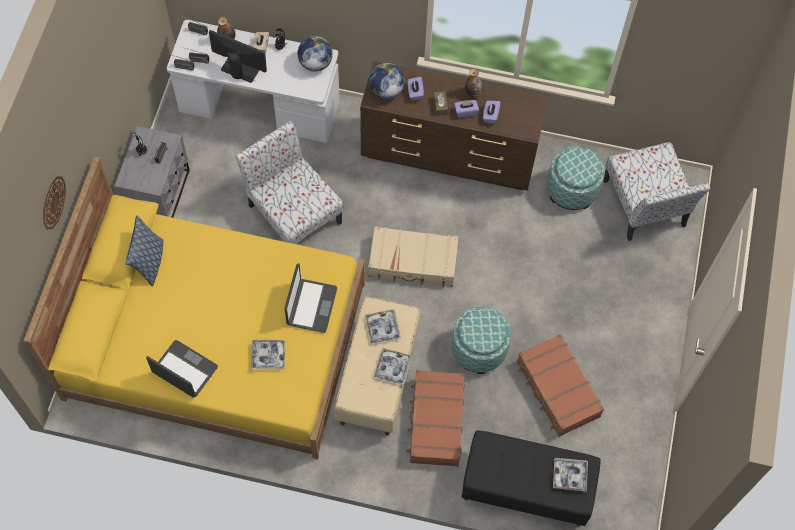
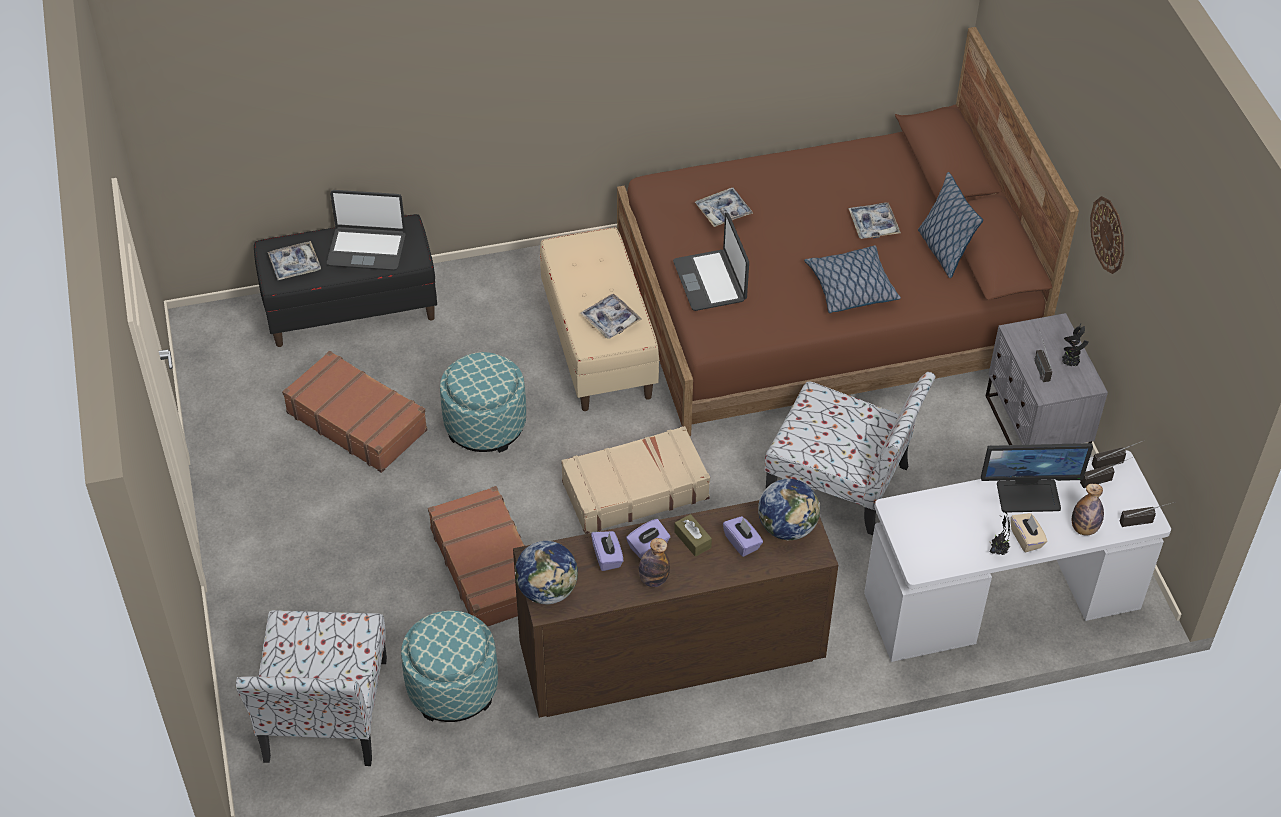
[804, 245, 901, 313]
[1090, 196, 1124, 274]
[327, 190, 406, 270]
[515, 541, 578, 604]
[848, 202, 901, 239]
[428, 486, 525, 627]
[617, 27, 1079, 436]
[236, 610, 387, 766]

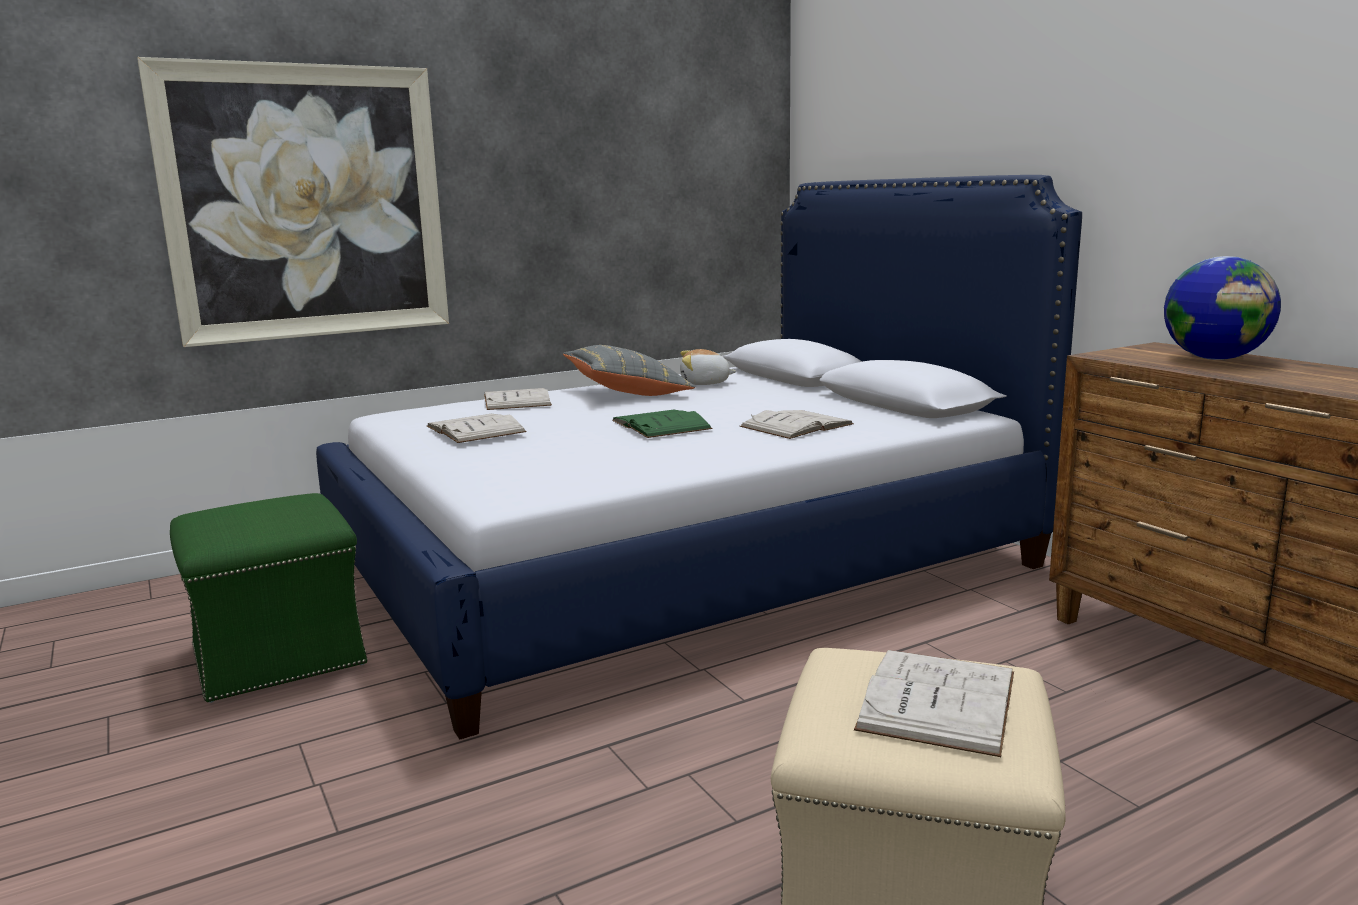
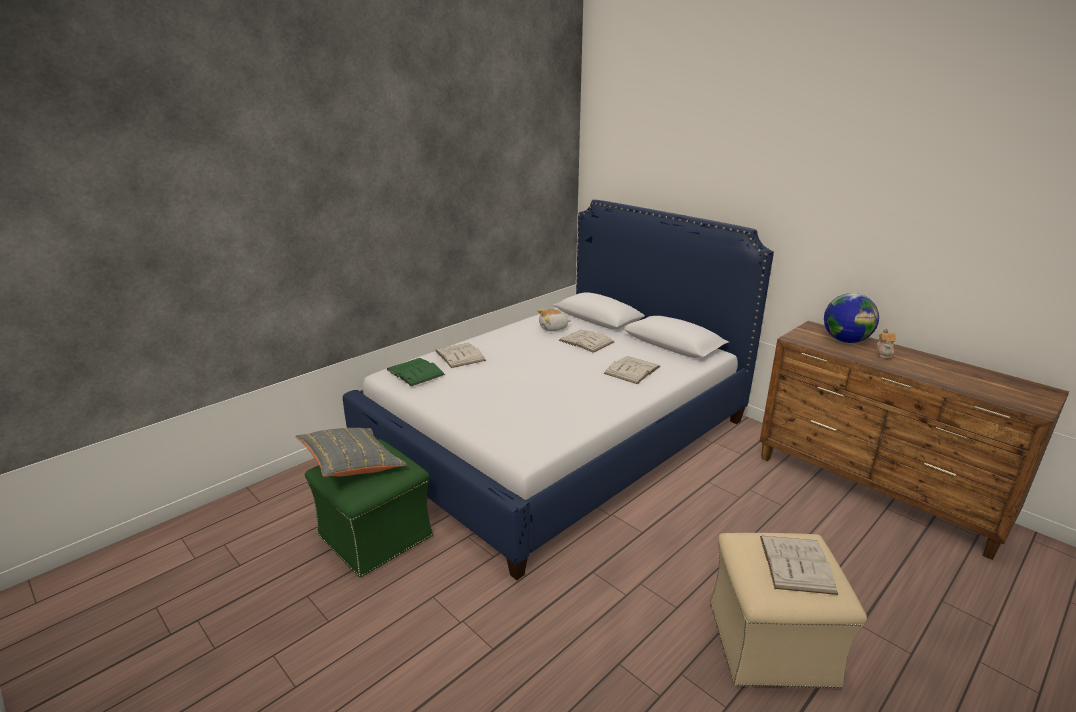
[137, 57, 449, 347] (first image)
[876, 329, 896, 359]
[559, 330, 614, 353]
[295, 428, 407, 477]
[386, 358, 445, 386]

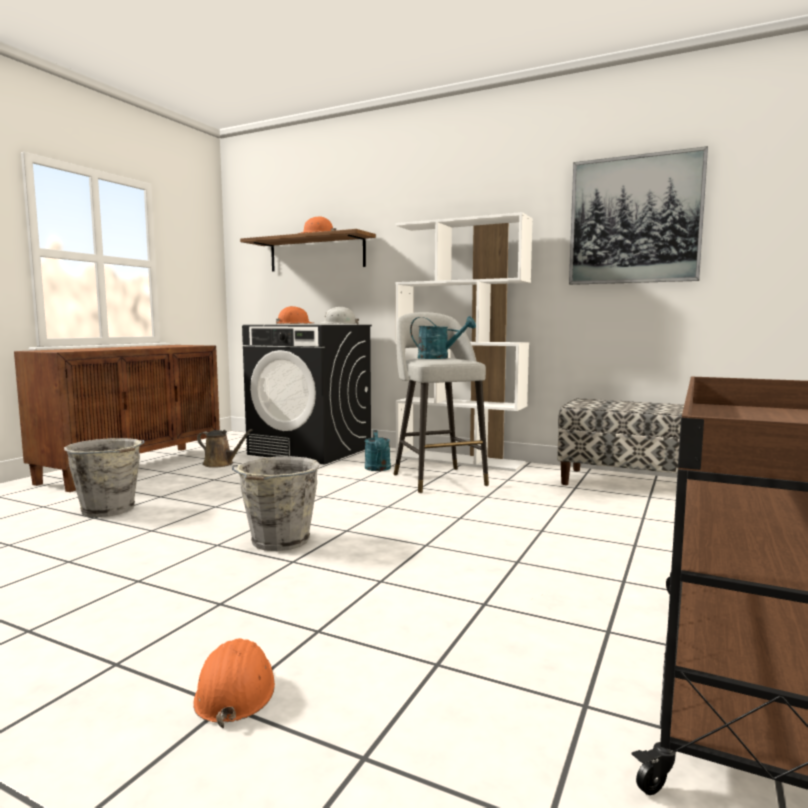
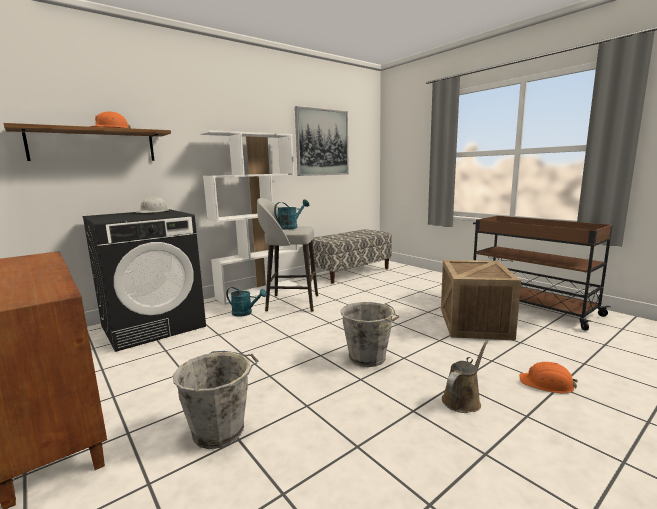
[276, 306, 313, 325] (first image)
[441, 260, 521, 340]
[442, 341, 488, 413]

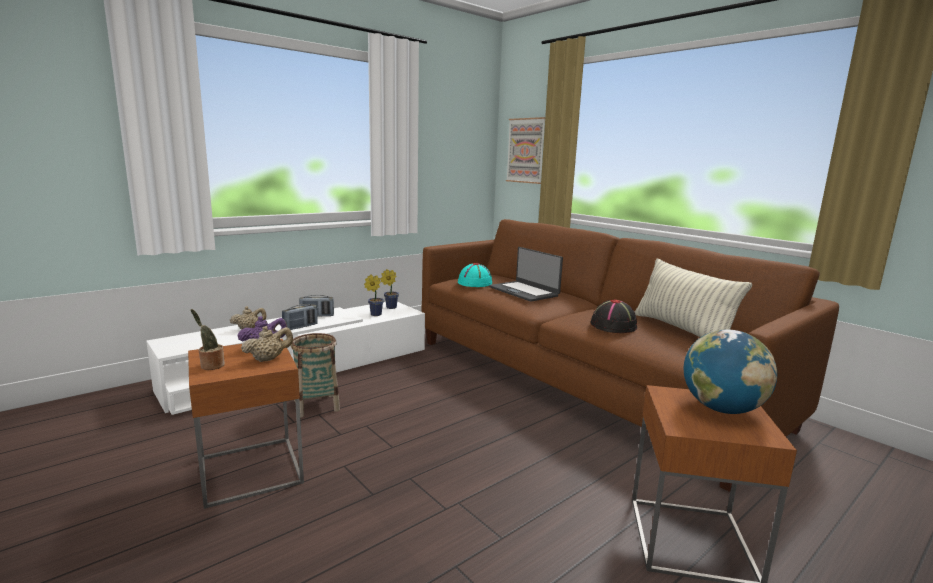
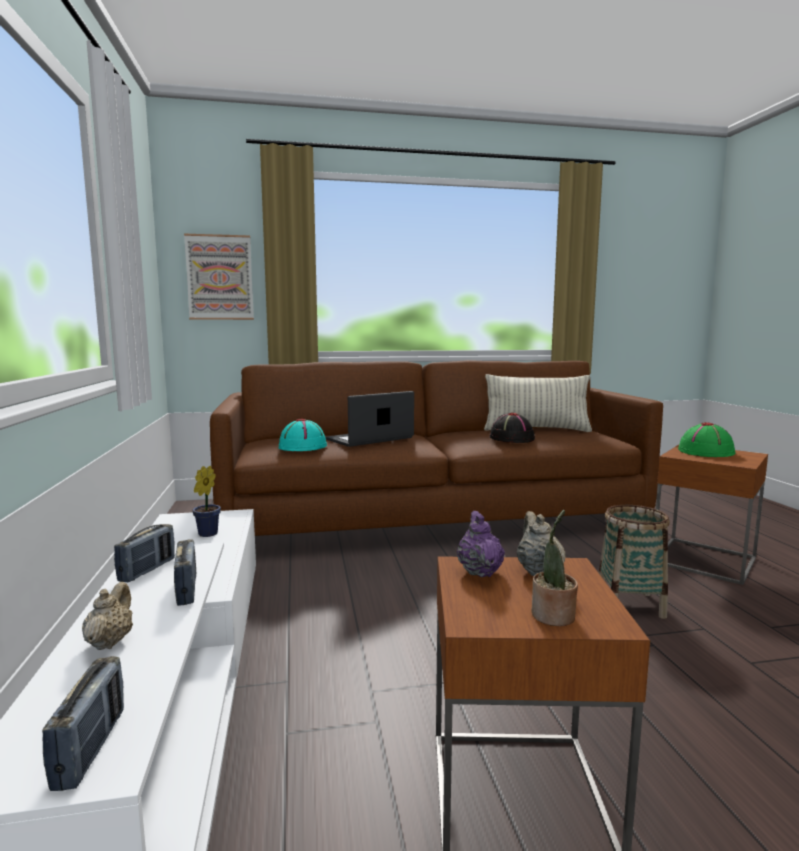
[381, 269, 399, 309] (first image)
[42, 656, 124, 791]
[599, 505, 670, 619]
[678, 422, 735, 457]
[325, 391, 414, 447]

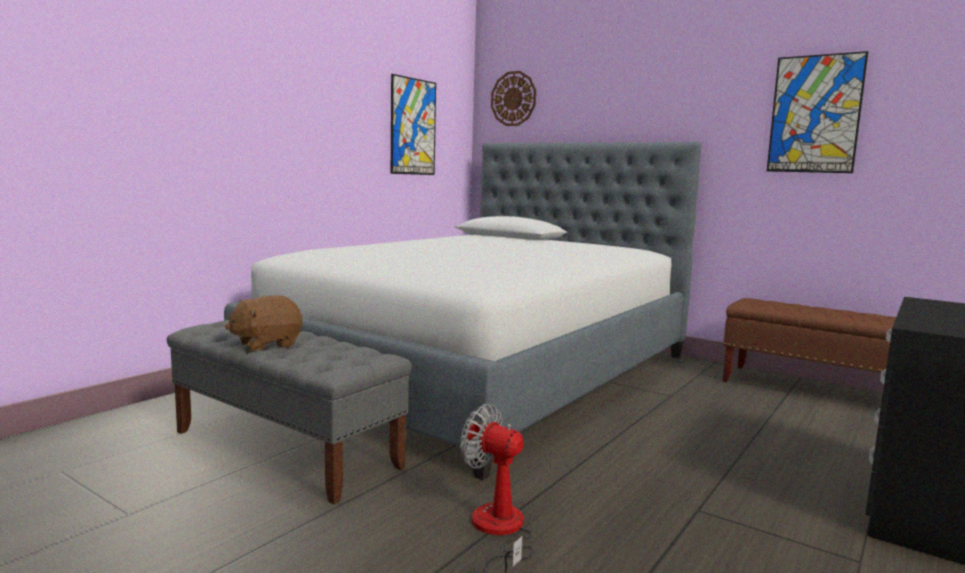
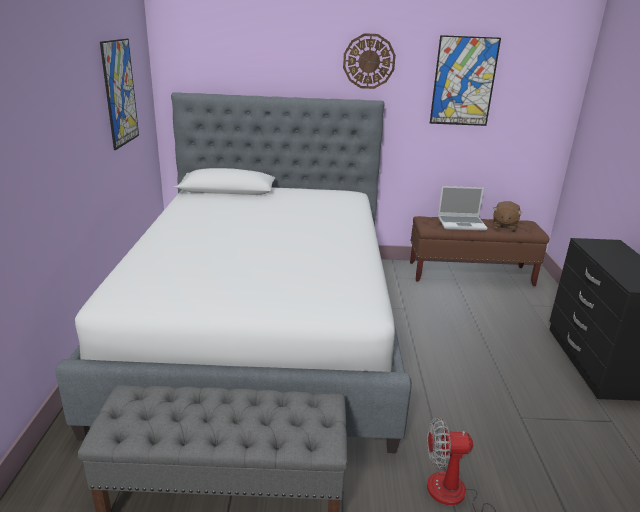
[437, 186, 487, 231]
[493, 201, 522, 231]
[343, 33, 396, 89]

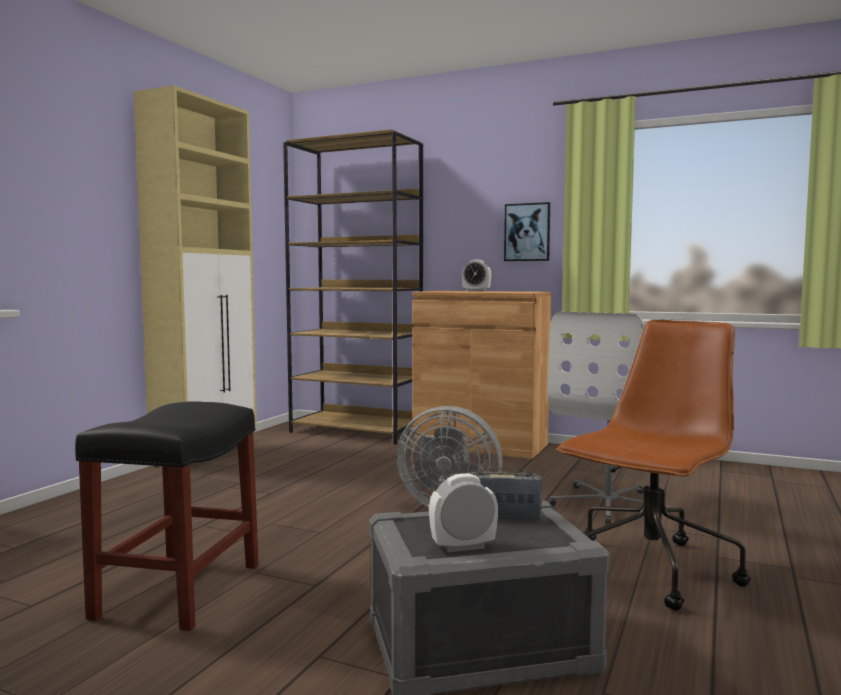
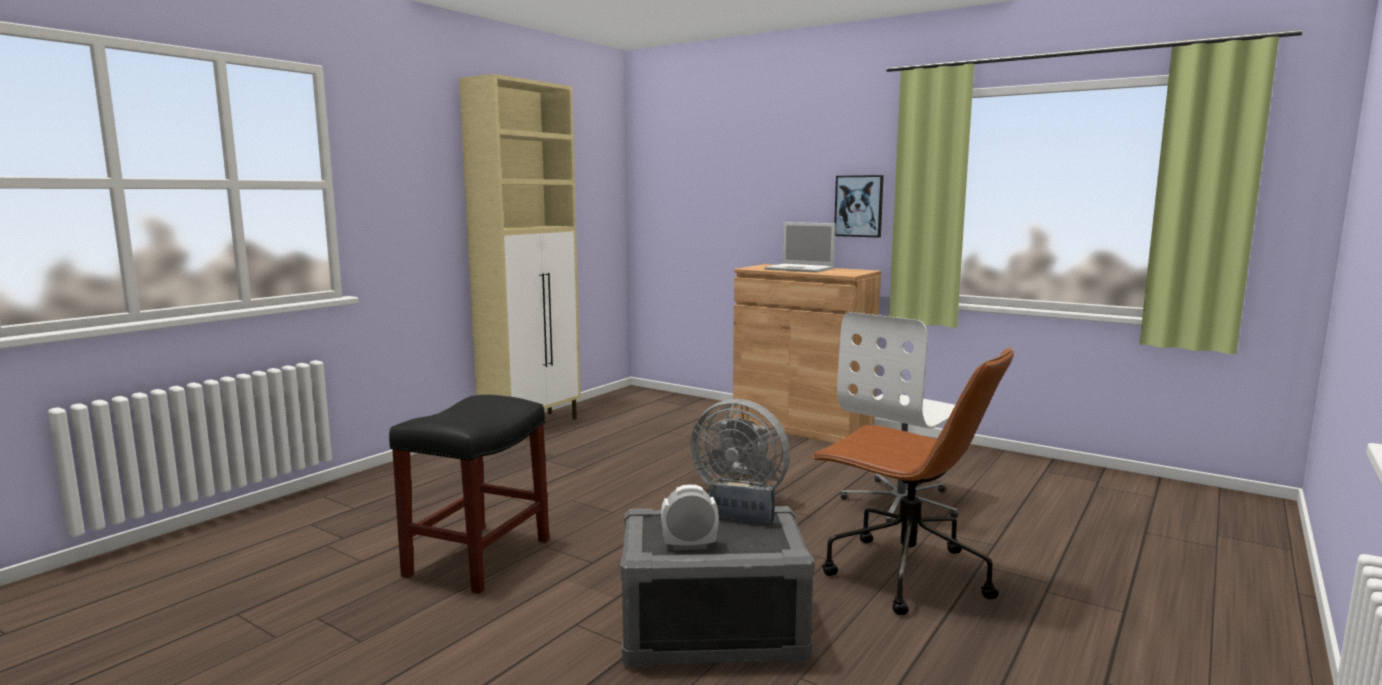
[283, 129, 423, 444] (first image)
[764, 222, 836, 273]
[811, 347, 1014, 615]

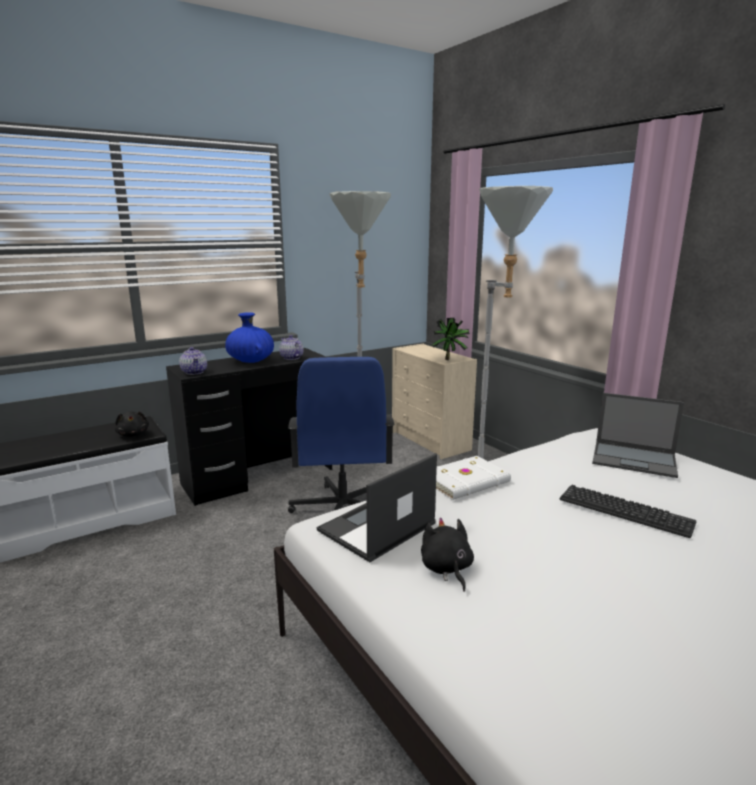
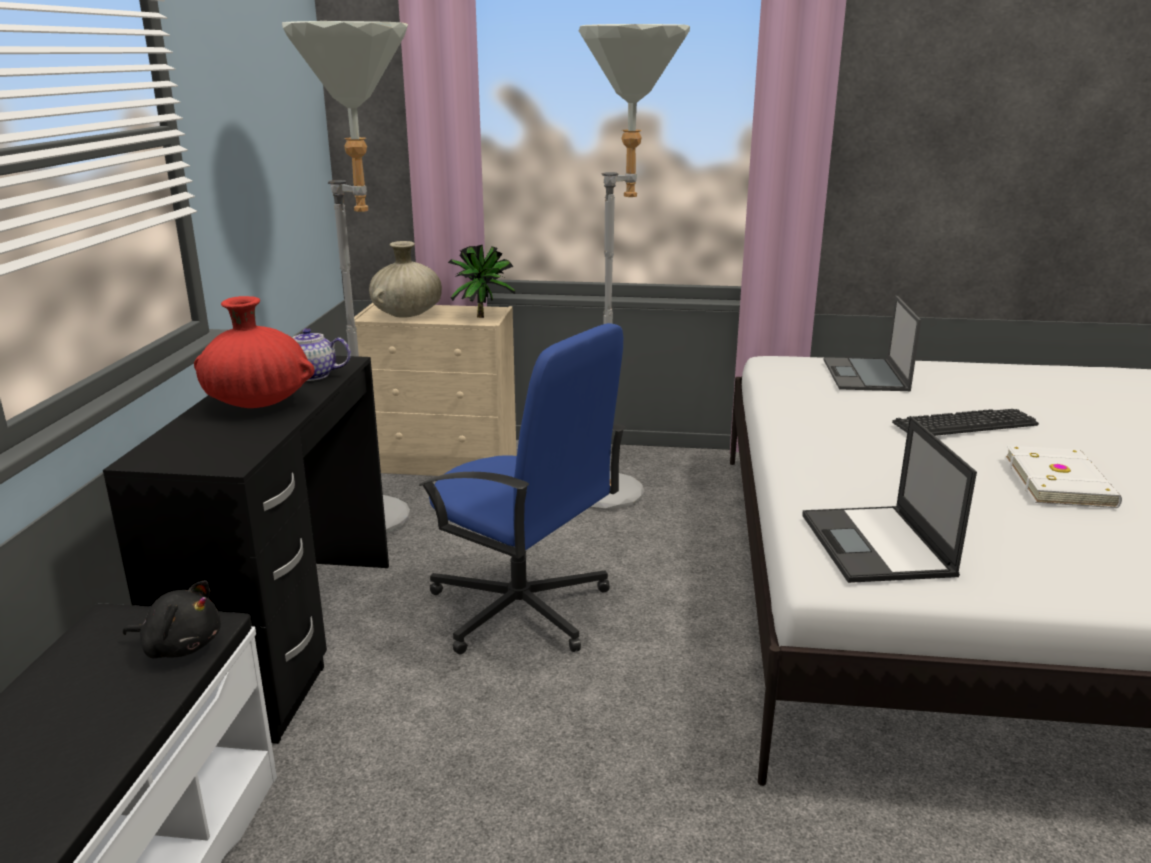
[179, 347, 207, 375] (first image)
[421, 517, 474, 591] (first image)
[369, 241, 442, 317]
[1004, 446, 1122, 508]
[194, 296, 315, 408]
[824, 296, 921, 391]

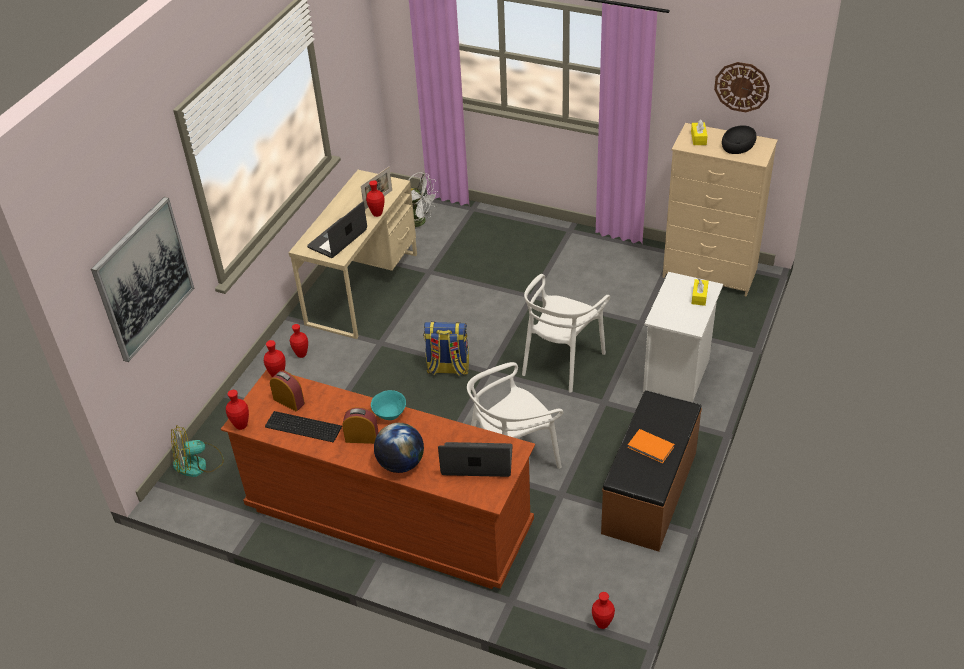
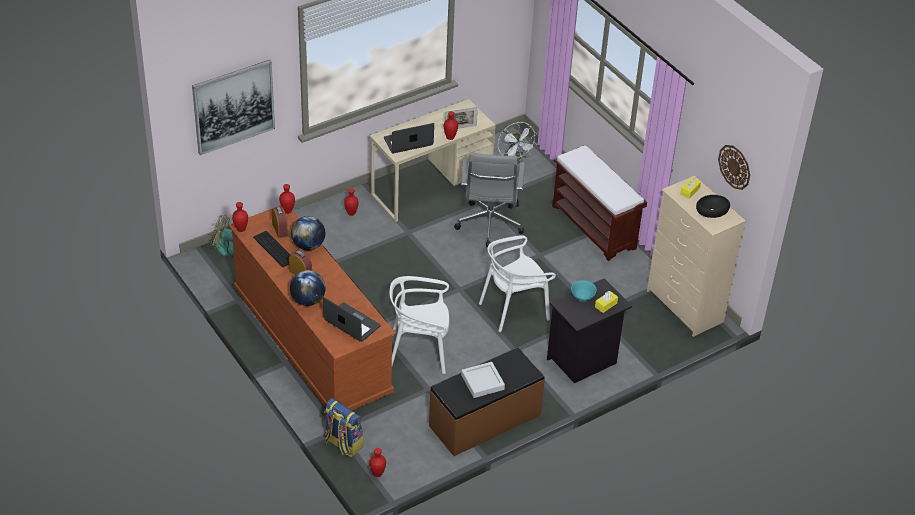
[291, 216, 325, 250]
[454, 152, 525, 248]
[552, 145, 647, 261]
[571, 280, 597, 302]
[324, 398, 363, 457]
[461, 362, 505, 398]
[547, 278, 632, 383]

